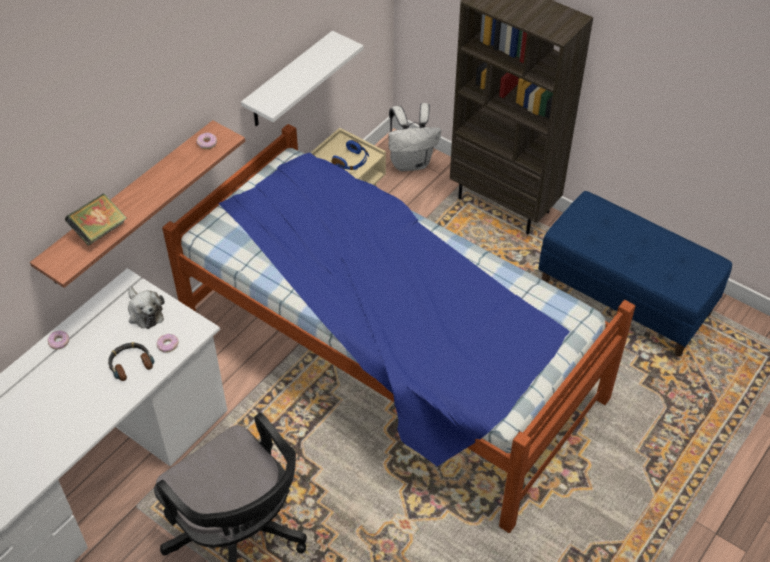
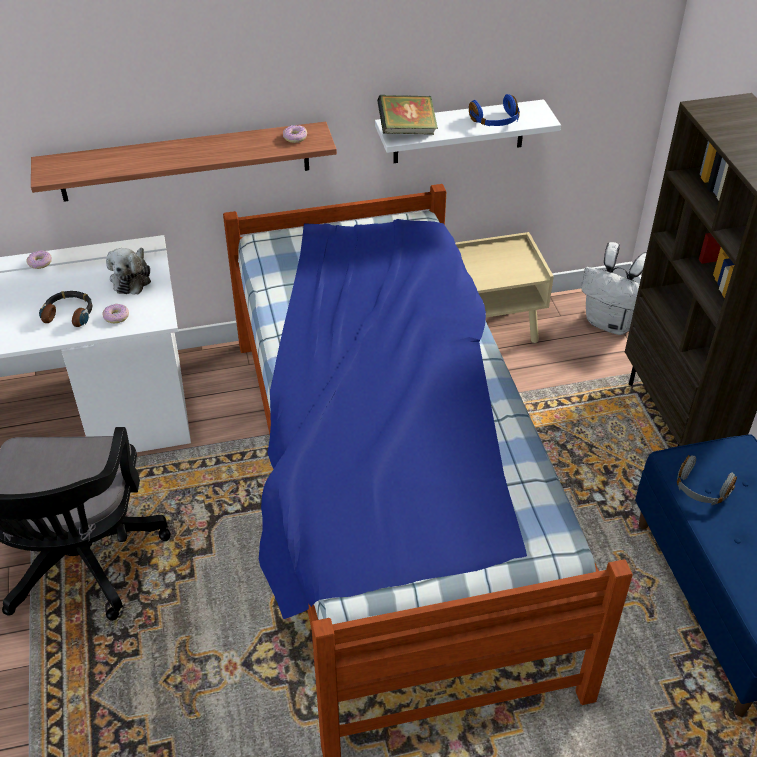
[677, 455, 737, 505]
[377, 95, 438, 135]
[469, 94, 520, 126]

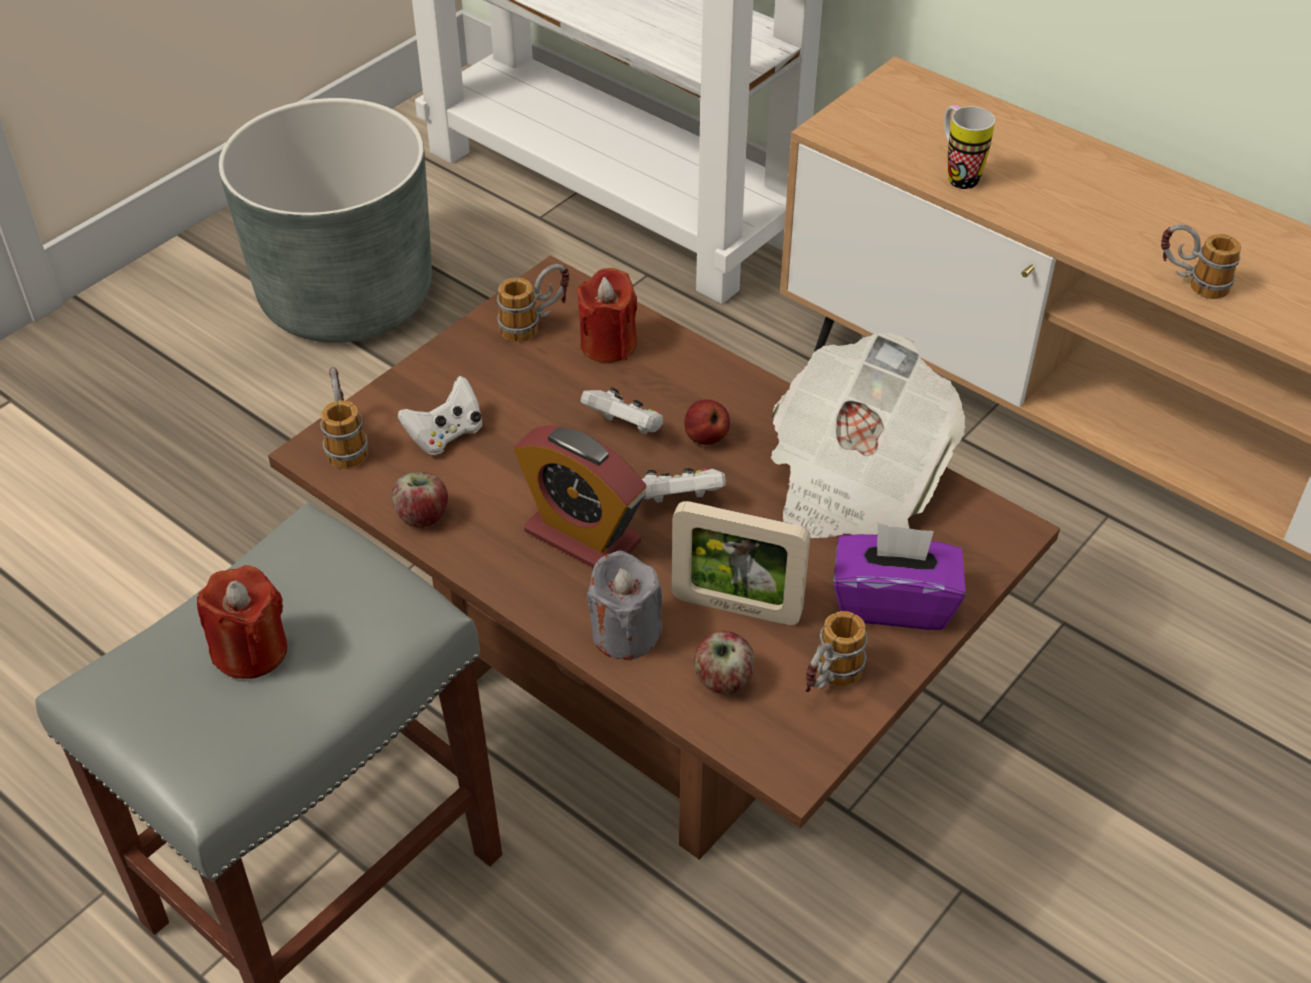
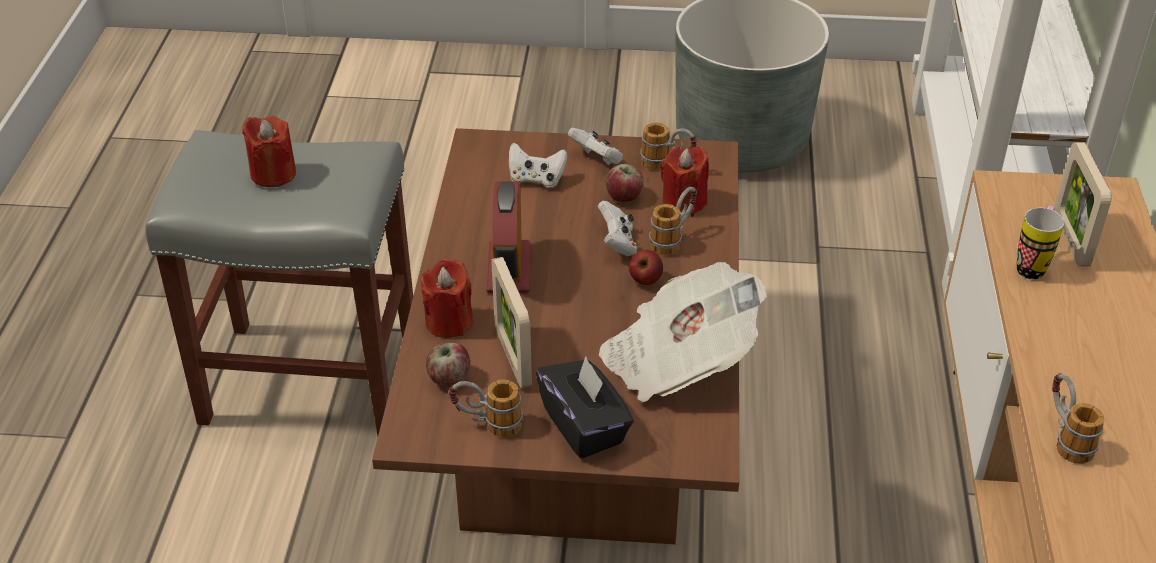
[1054, 142, 1111, 267]
[649, 187, 697, 255]
[605, 164, 644, 202]
[567, 128, 623, 165]
[420, 259, 473, 338]
[536, 356, 634, 458]

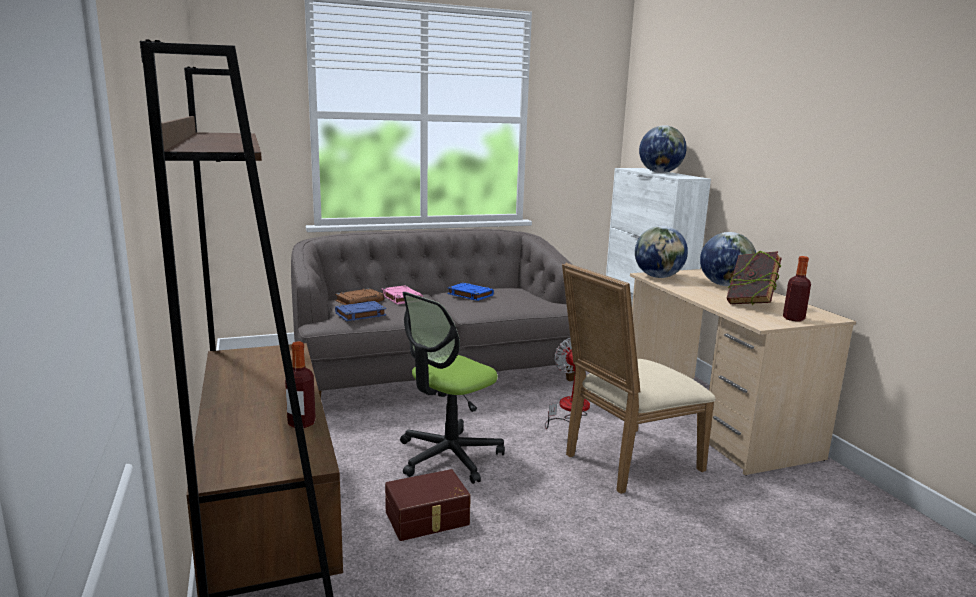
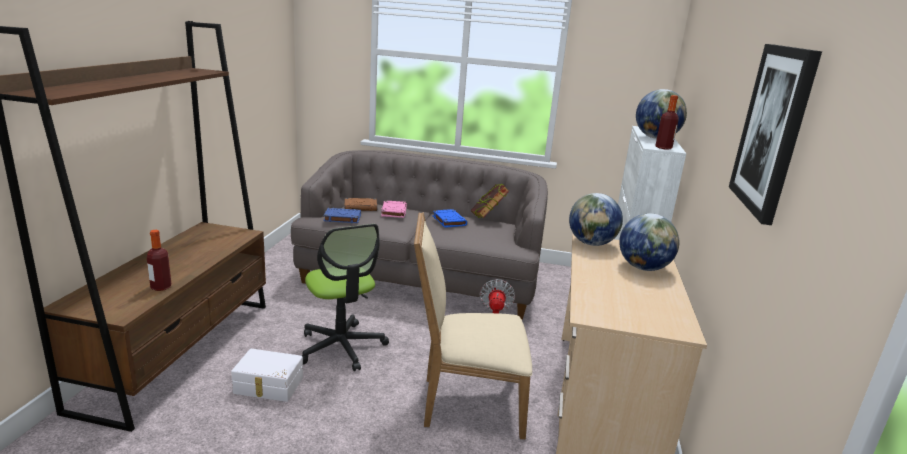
[729, 44, 822, 225]
[470, 183, 509, 218]
[655, 95, 679, 150]
[231, 349, 303, 402]
[300, 224, 389, 371]

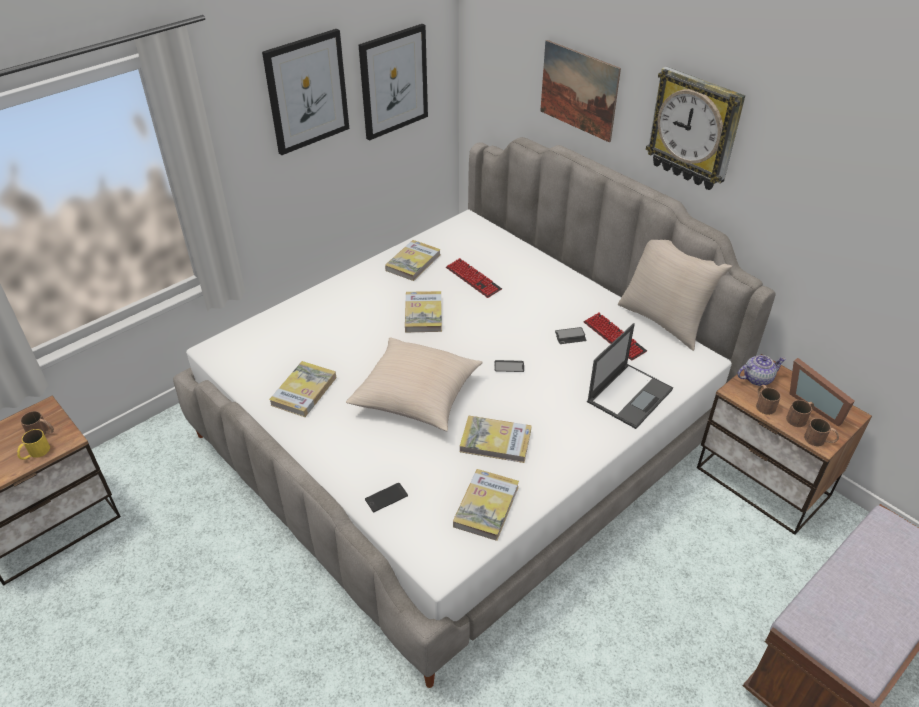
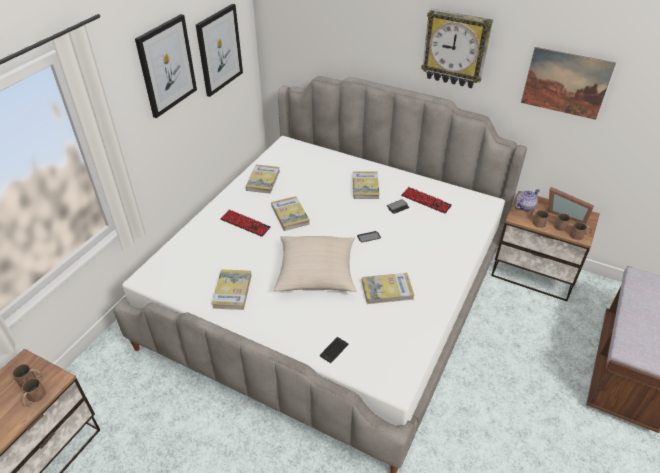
[587, 323, 673, 429] (first image)
[618, 240, 732, 351] (first image)
[220, 209, 271, 237]
[353, 171, 380, 199]
[521, 47, 616, 120]
[22, 378, 46, 407]

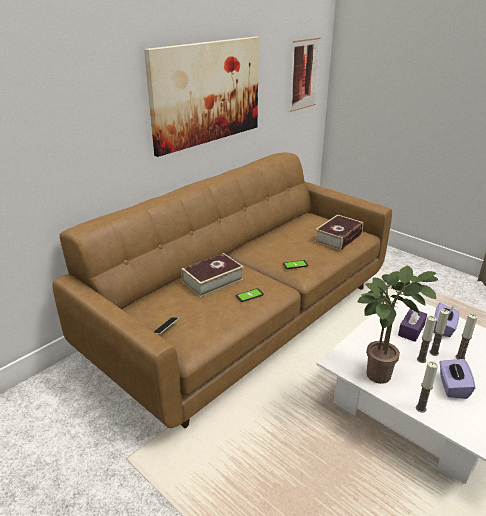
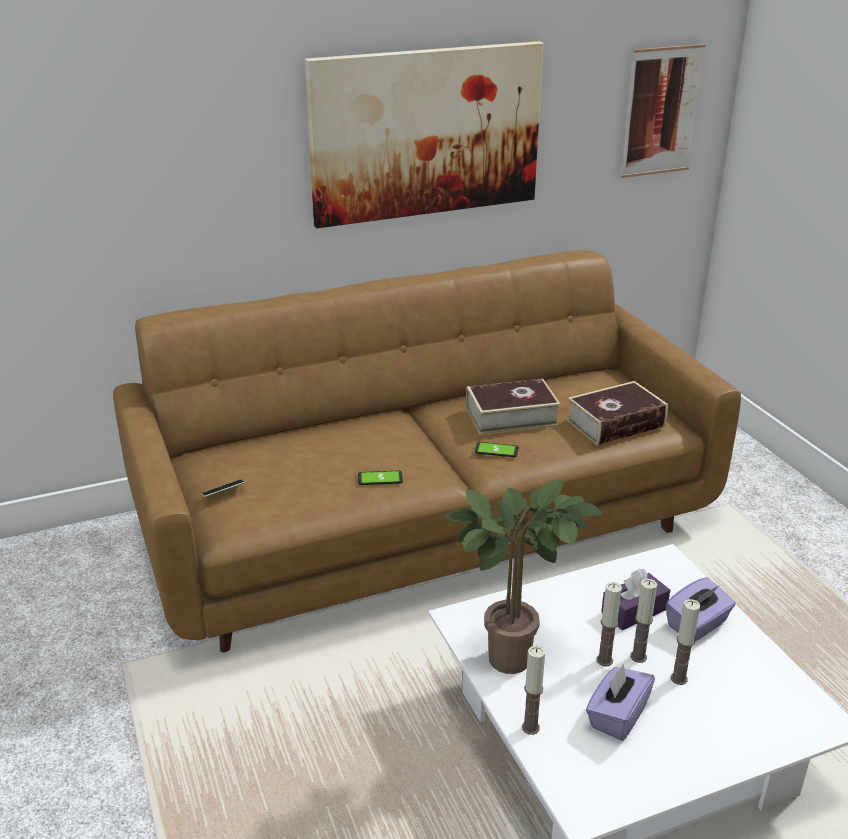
[466, 379, 560, 435]

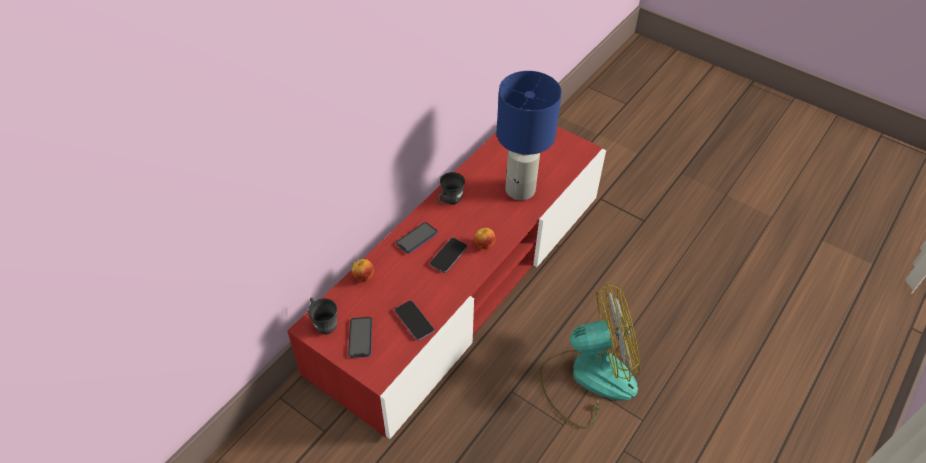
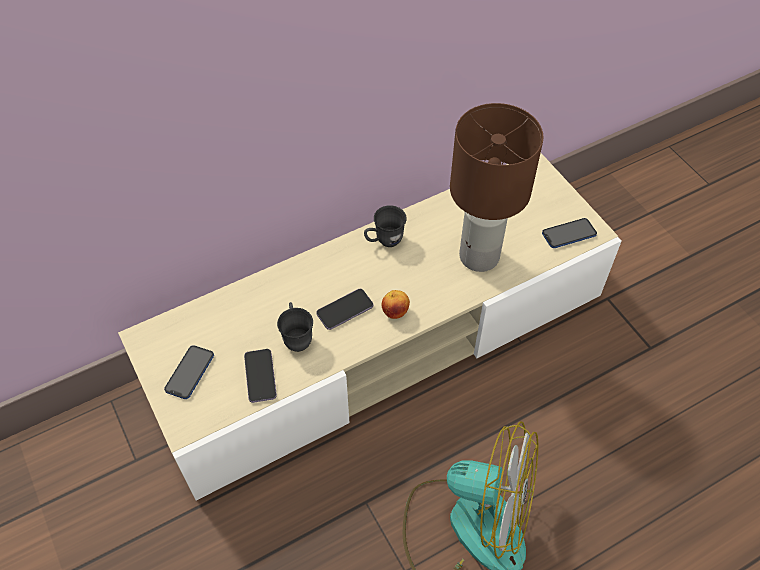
[352, 259, 374, 282] (first image)
[277, 302, 313, 352]
[542, 218, 597, 248]
[118, 153, 621, 501]
[450, 103, 544, 272]

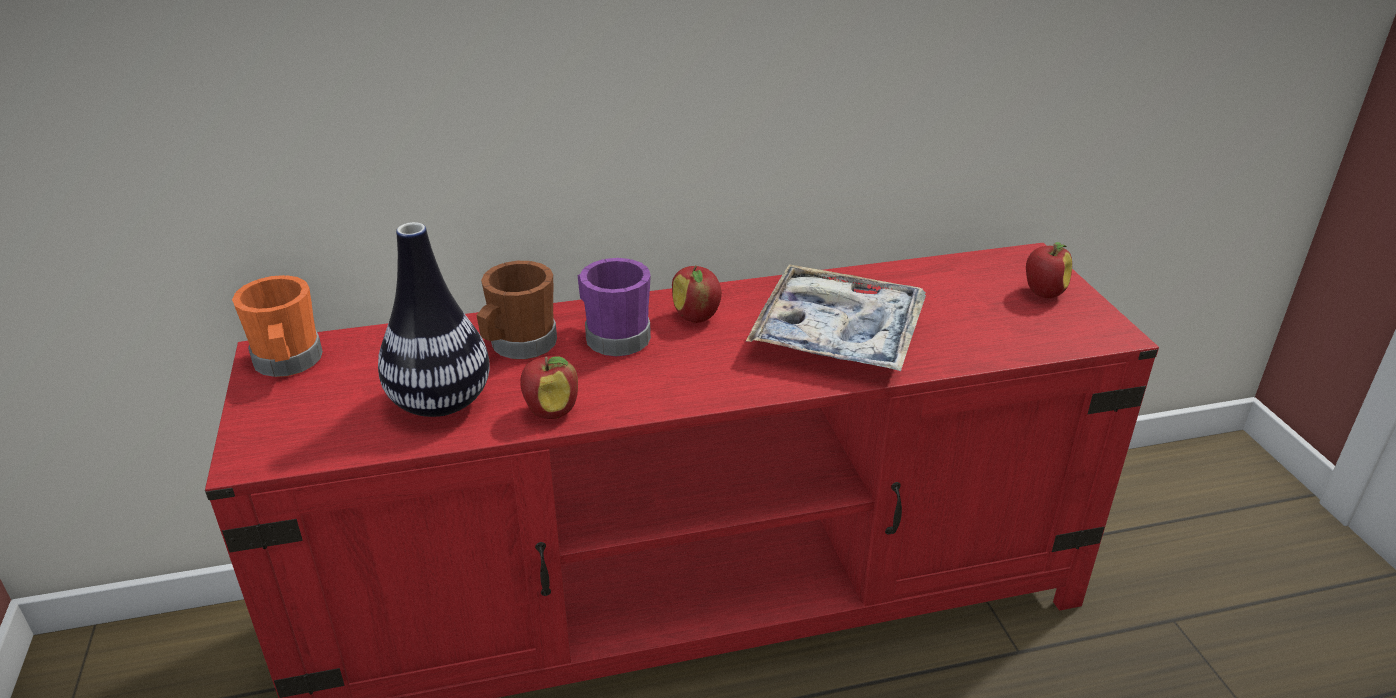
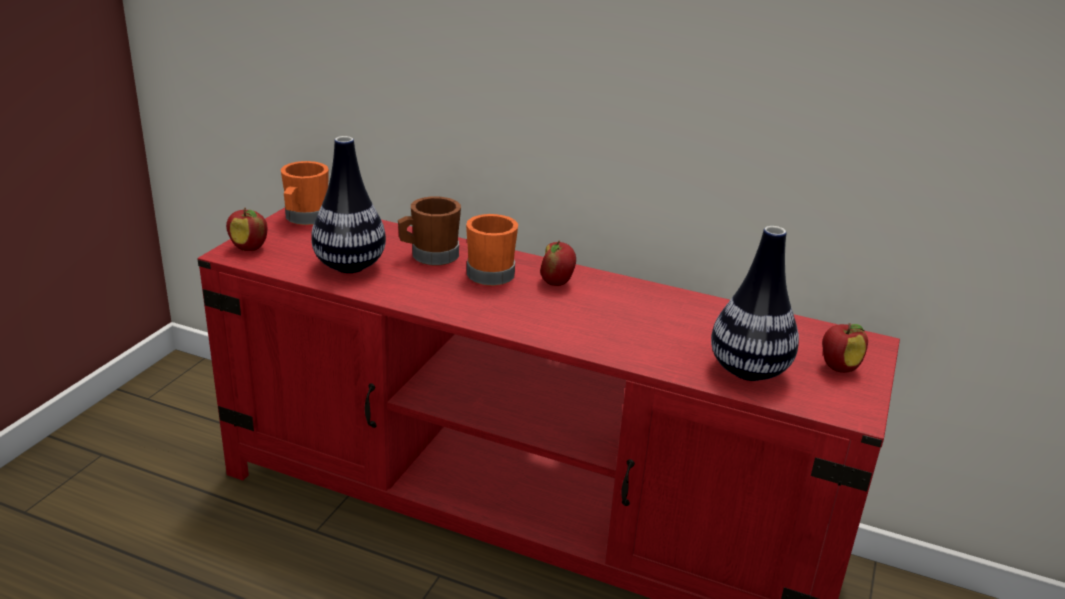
[746, 264, 926, 371] (first image)
[711, 226, 799, 381]
[226, 207, 267, 251]
[466, 214, 518, 286]

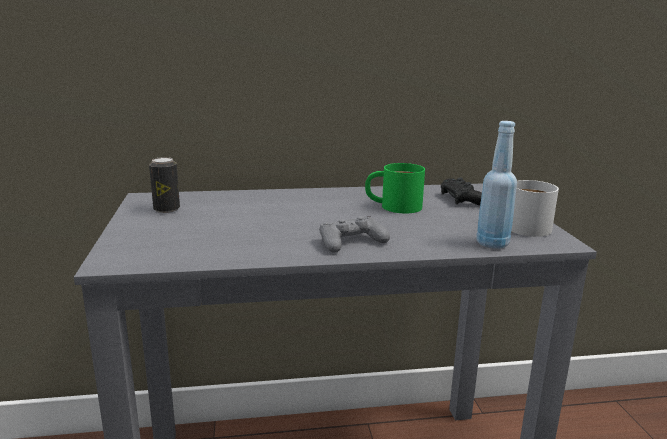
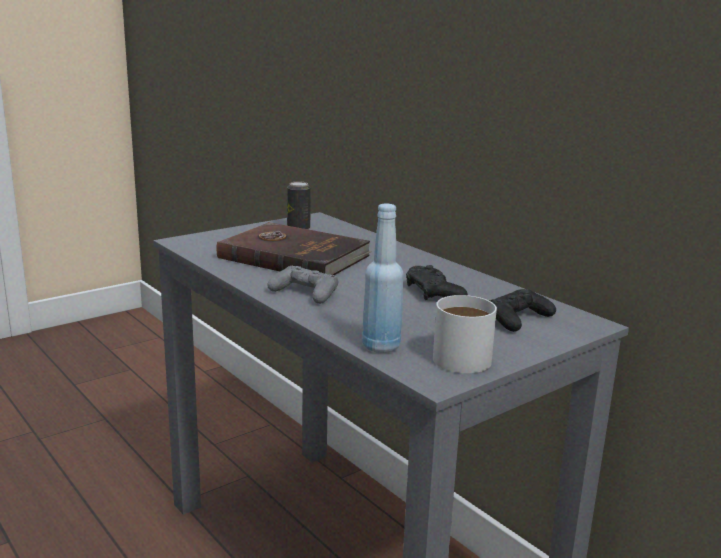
[217, 222, 372, 275]
[406, 265, 468, 300]

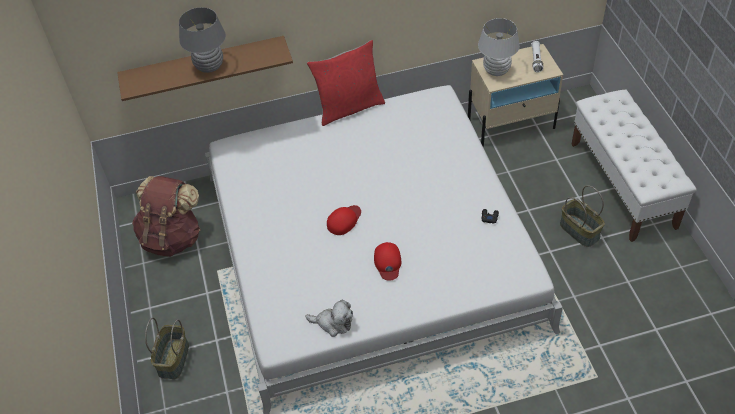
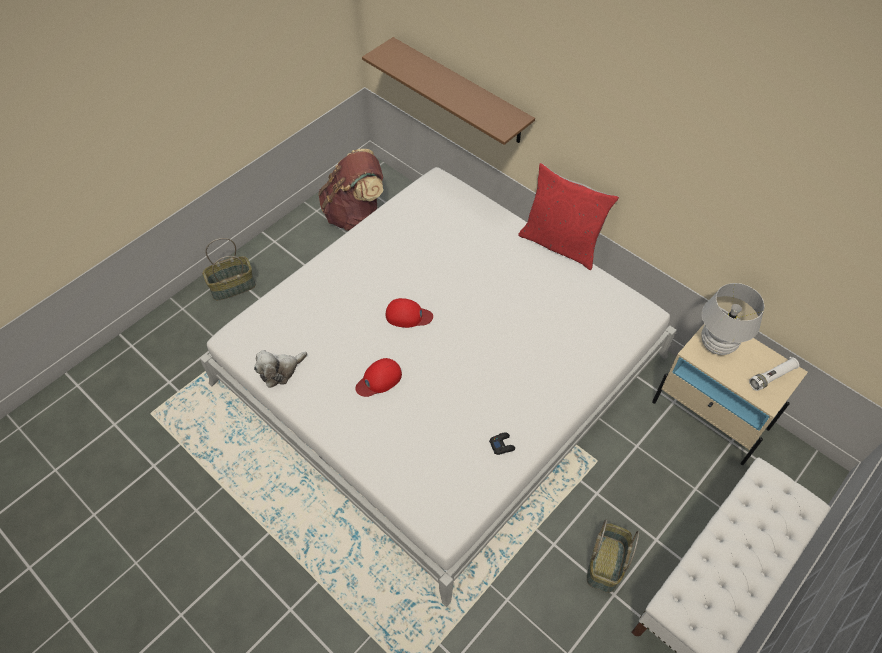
[179, 7, 226, 73] (first image)
[254, 350, 307, 388]

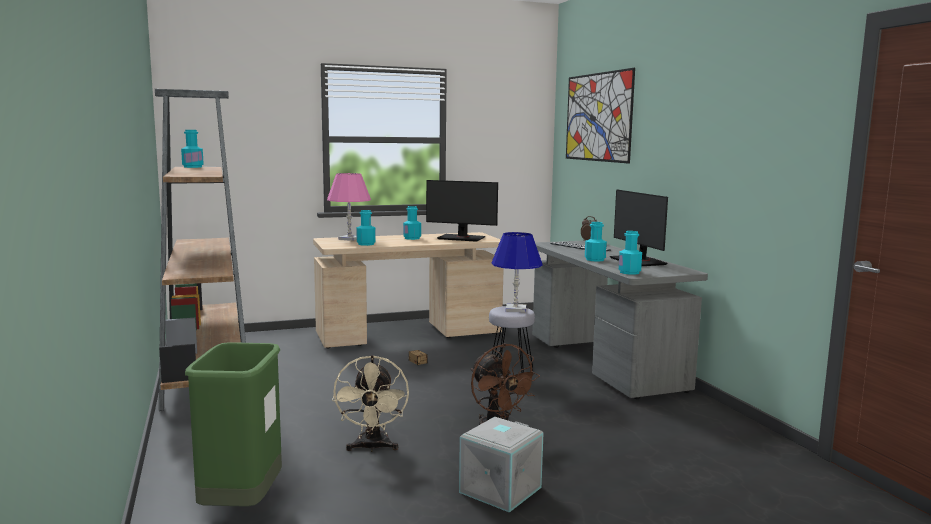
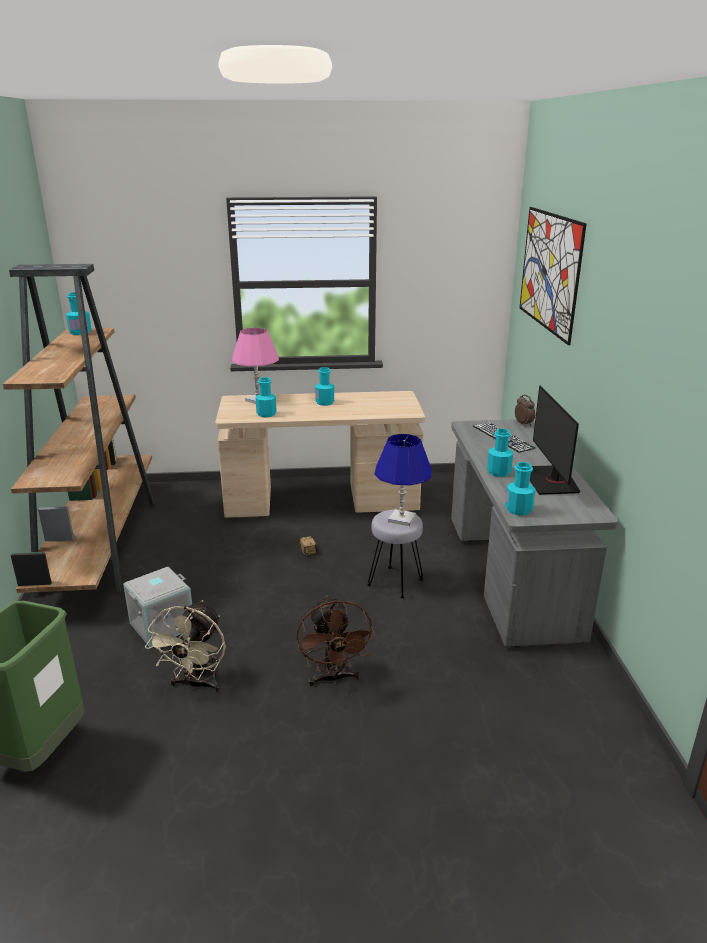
[426, 180, 498, 242] (first image)
[123, 567, 192, 647]

